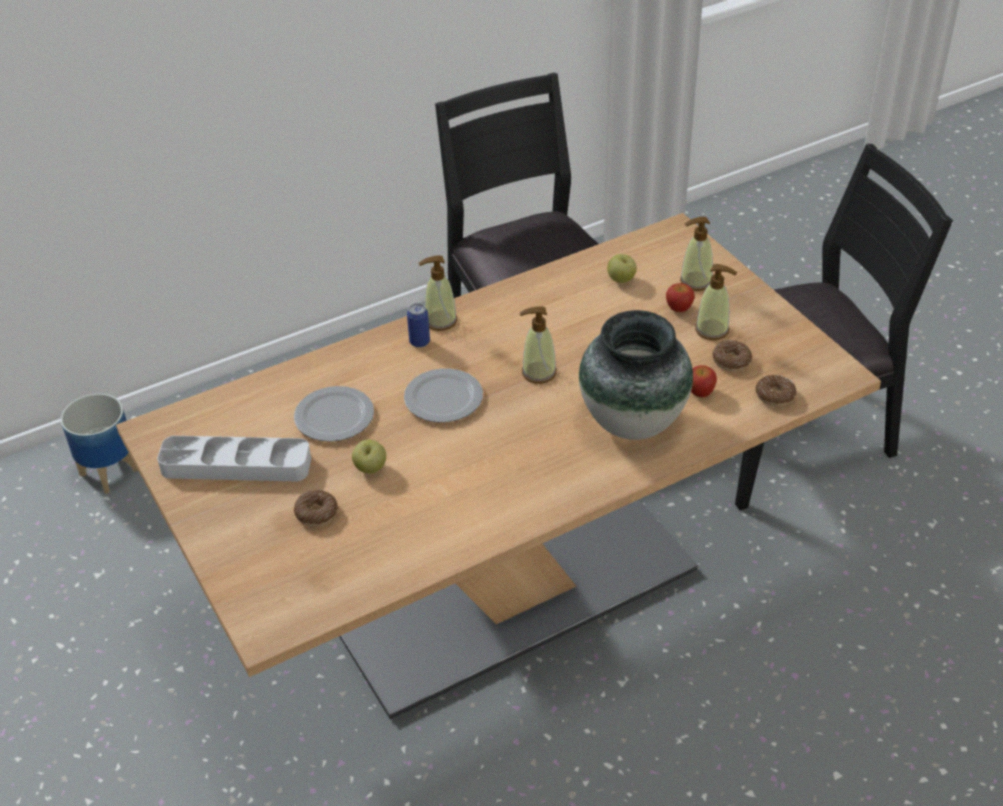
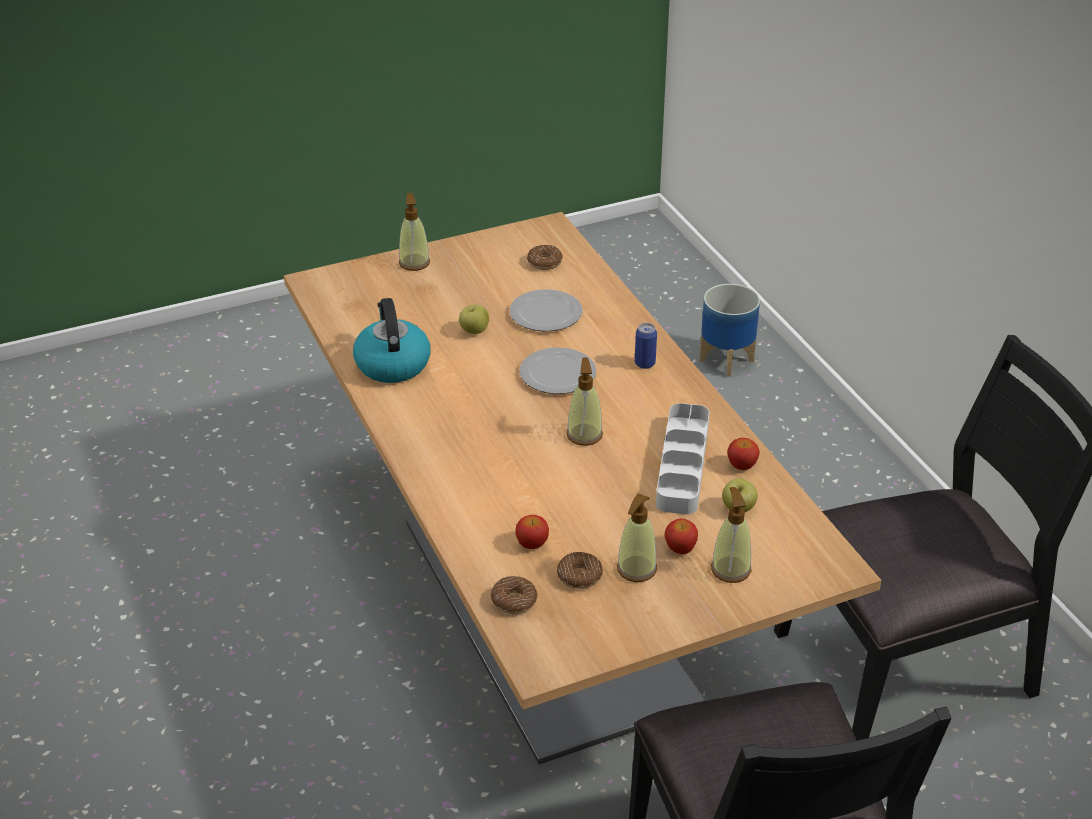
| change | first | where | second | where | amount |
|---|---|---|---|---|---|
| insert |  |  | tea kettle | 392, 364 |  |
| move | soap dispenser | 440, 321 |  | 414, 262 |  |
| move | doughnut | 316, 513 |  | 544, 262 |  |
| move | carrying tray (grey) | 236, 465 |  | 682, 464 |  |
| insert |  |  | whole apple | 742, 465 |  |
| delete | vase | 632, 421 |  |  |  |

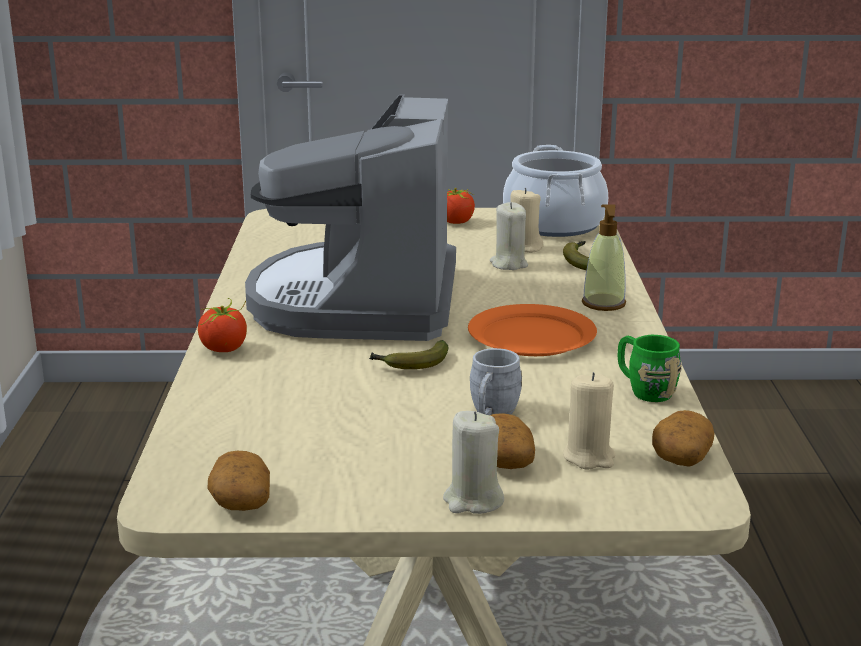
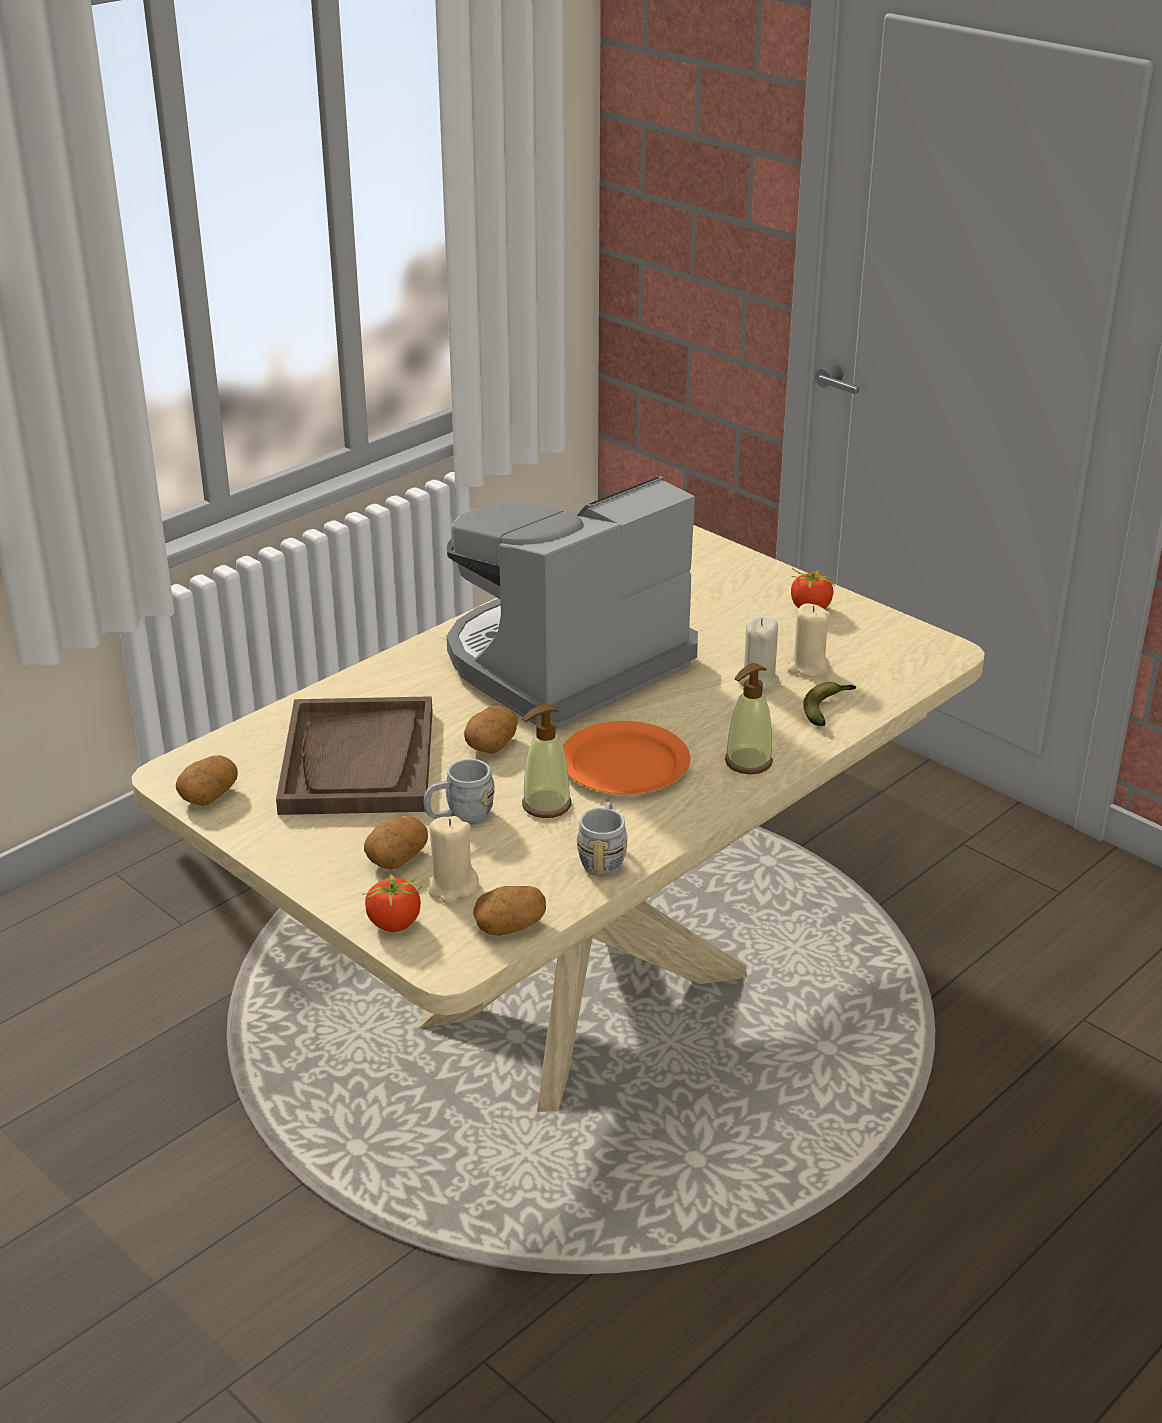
| change | first | where | second | where | amount |
|---|---|---|---|---|---|
| insert |  |  | carrying tray (brown-coloured) | 358, 761 |  |
| move | fresh tomato | 224, 349 |  | 394, 923 |  |
| replace | banana | 411, 364 | spud | 491, 743 |  |
| insert |  |  | soap dispenser | 546, 805 |  |
| recolor | mug (green) | 644, 389 | mug (grey) | 604, 858 |  |
| delete | wax light (sand-coloured) | 473, 501 |  |  |  |
| delete | saucepot | 554, 224 |  |  |  |

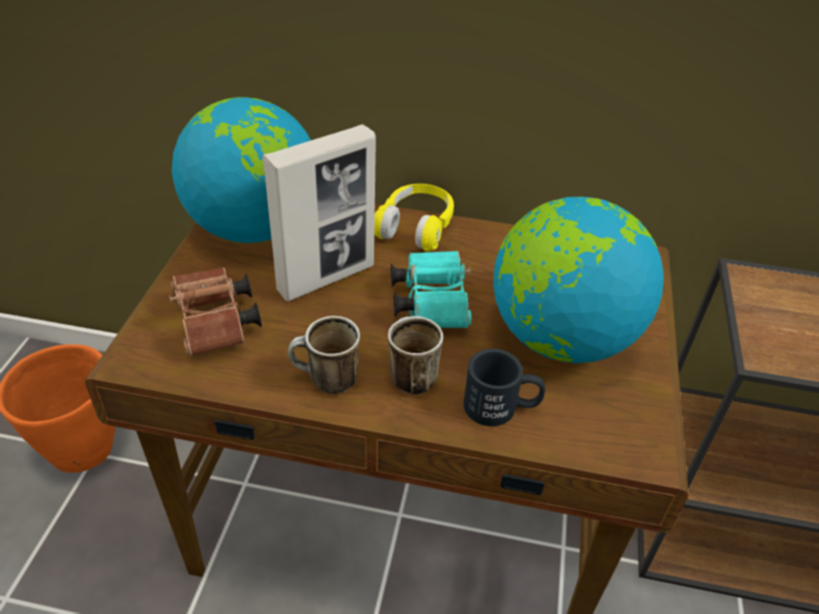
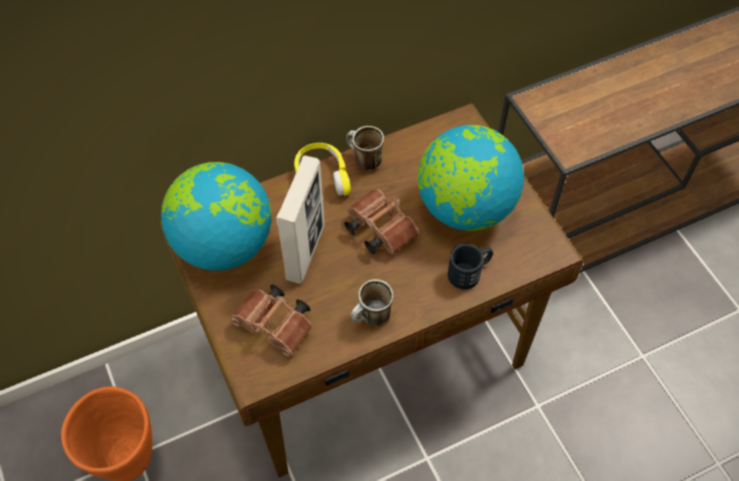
| change | first | where | second | where | amount |
|---|---|---|---|---|---|
| recolor | pair of binoculars (blue-green) | 430, 301 | pair of binoculars (brown-coloured) | 378, 229 |  |
| move | mug | 408, 375 |  | 363, 160 |  |

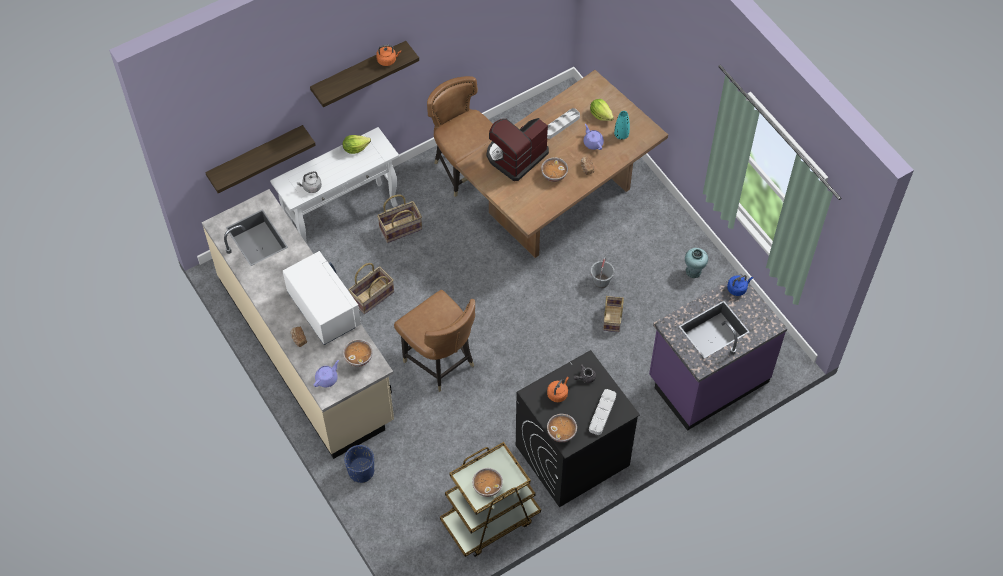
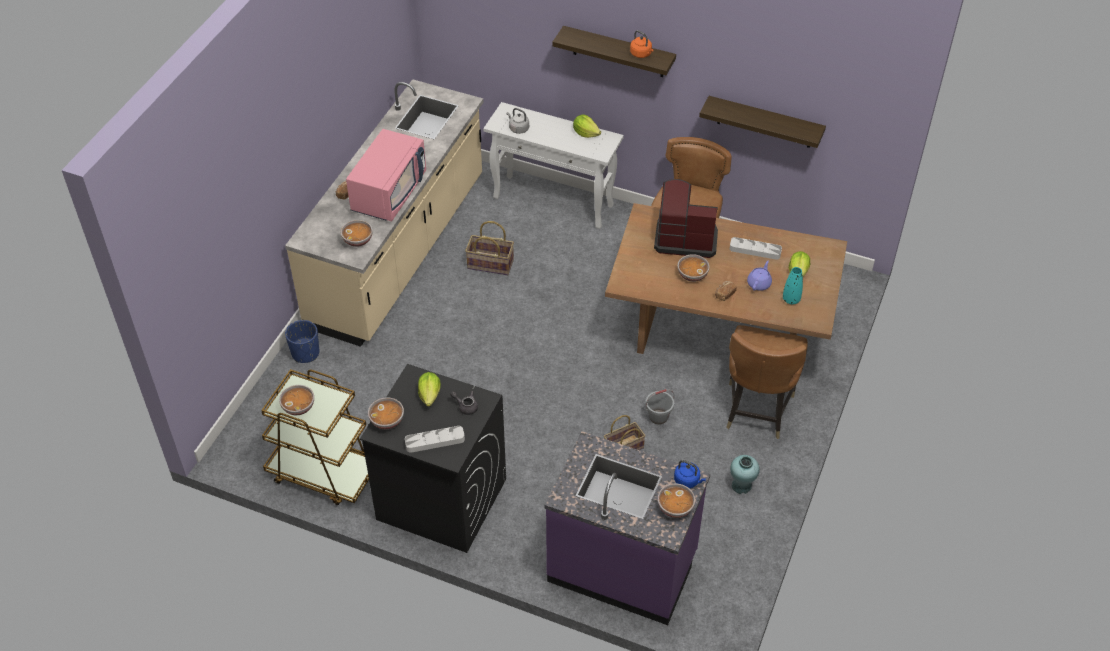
| change | first | where | second | where | amount |
|---|---|---|---|---|---|
| recolor | microwave oven (white-coloured) | 323, 309 | microwave oven (pink) | 389, 193 |  |
| replace | tea kettle (orange-coloured) | 558, 393 | lettuce | 430, 395 |  |
| insert |  |  | serving bowl | 675, 508 |  |
| move | shelf | 256, 156 |  | 764, 122 |  |
| move | chair (brown-coloured) | 440, 361 |  | 756, 410 |  |
| delete | pot for tea (purple-coloured) | 327, 378 |  |  |  |
| delete | household basket | 400, 228 |  |  |  |

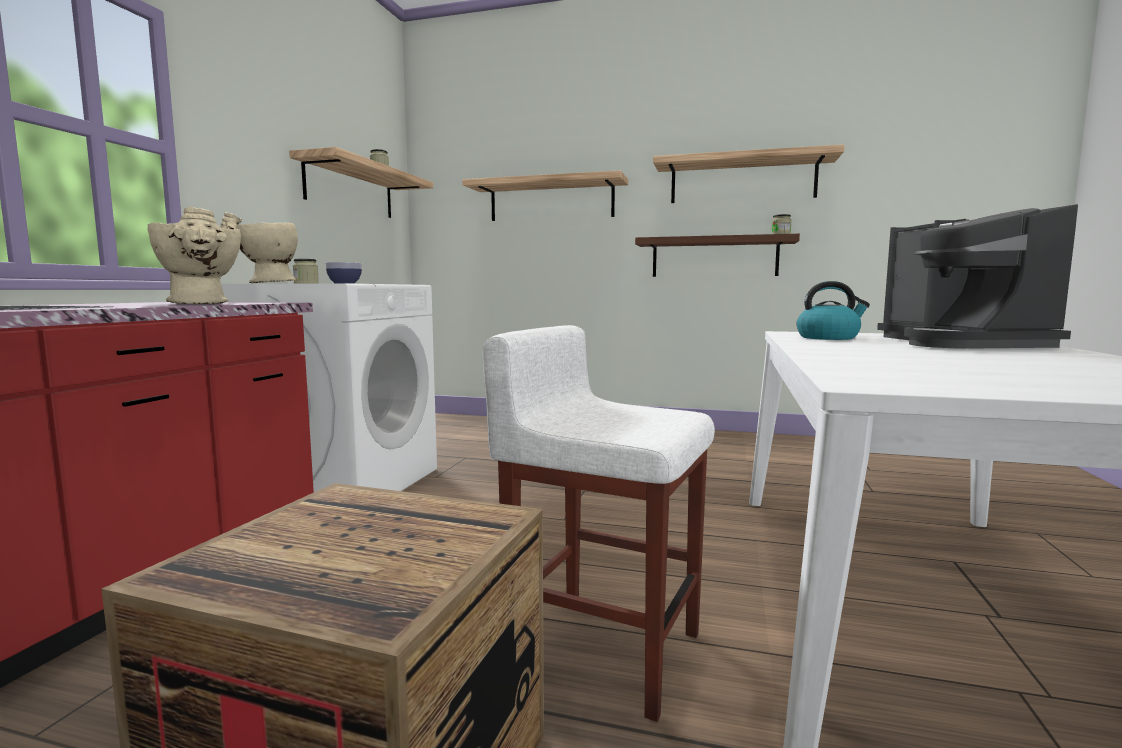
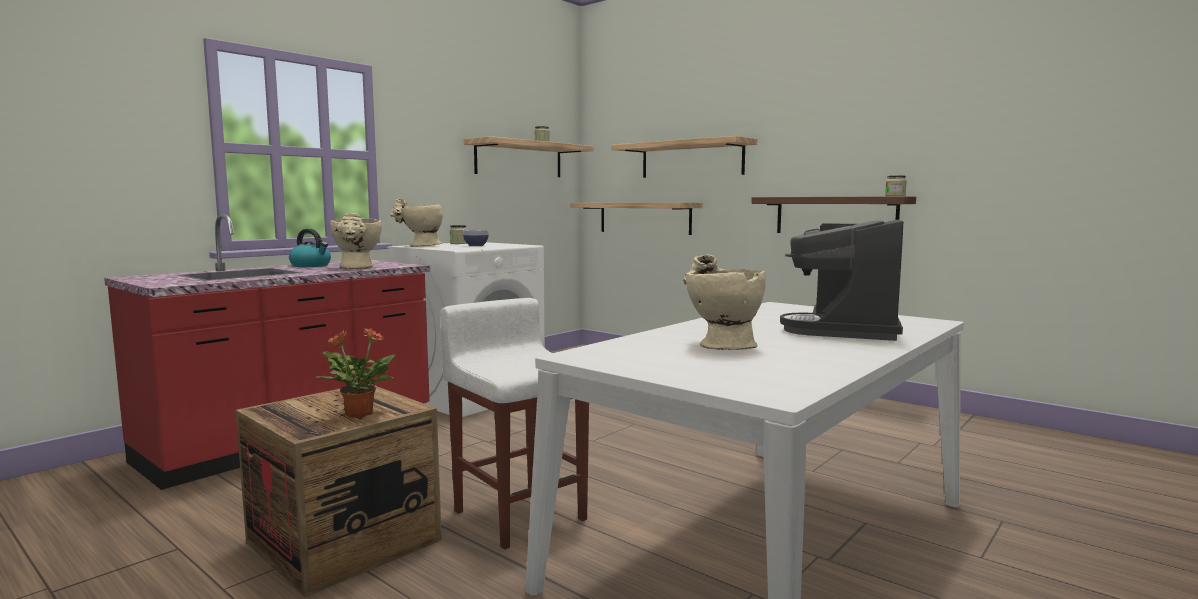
| change | first | where | second | where | amount |
|---|---|---|---|---|---|
| move | tea kettle | 828, 338 |  | 311, 266 |  |
| insert |  |  | potted plant | 358, 414 |  |
| move | shelf | 742, 180 |  | 644, 218 |  |
| insert |  |  | vase (sand-coloured) | 719, 346 |  |

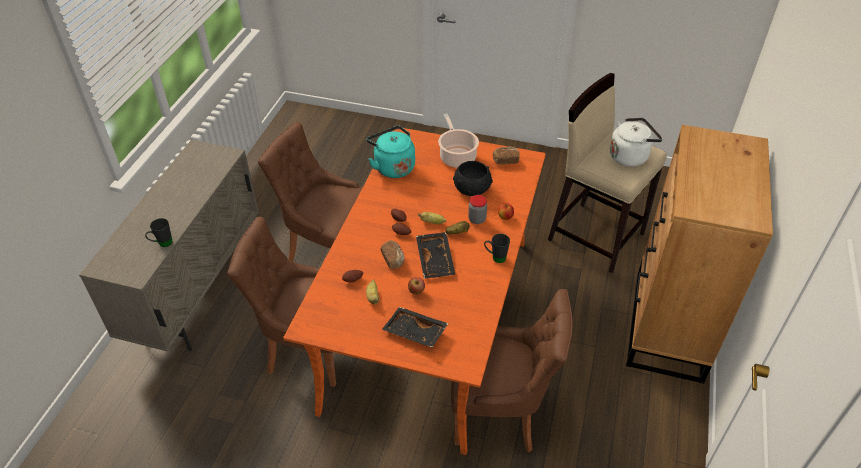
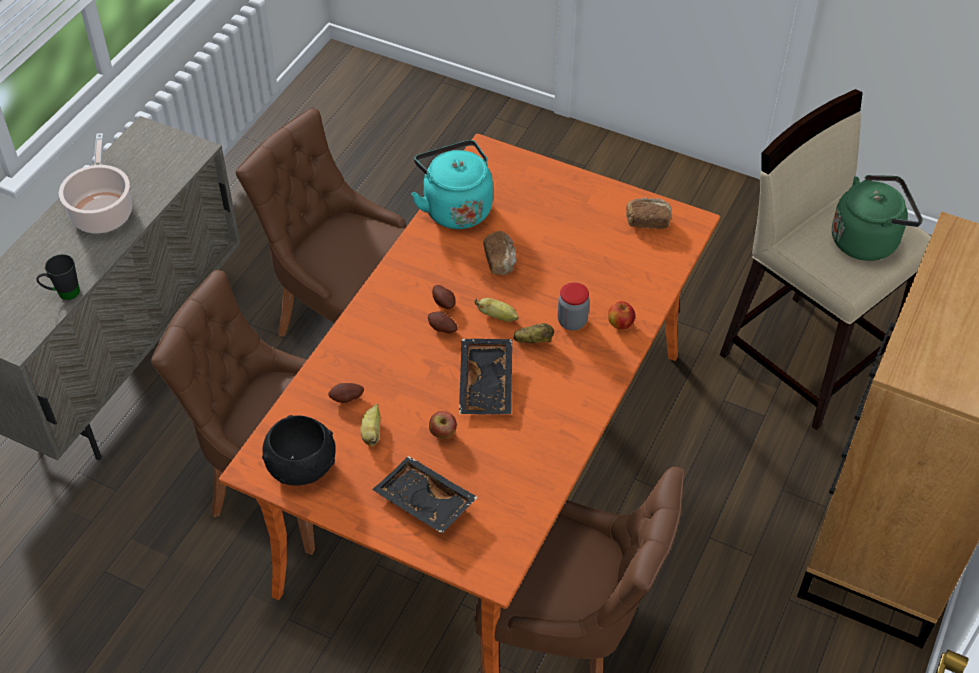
| change | first | where | second | where | amount |
|---|---|---|---|---|---|
| move | saucepot | 457, 156 |  | 102, 211 |  |
| move | serving bowl (blackish) | 472, 189 |  | 302, 467 |  |
| move | baked bread | 393, 259 |  | 500, 261 |  |
| recolor | tea kettle (white-coloured) | 630, 156 | tea kettle (green) | 868, 240 |  |
| delete | mug (blackish) | 495, 257 |  |  |  |

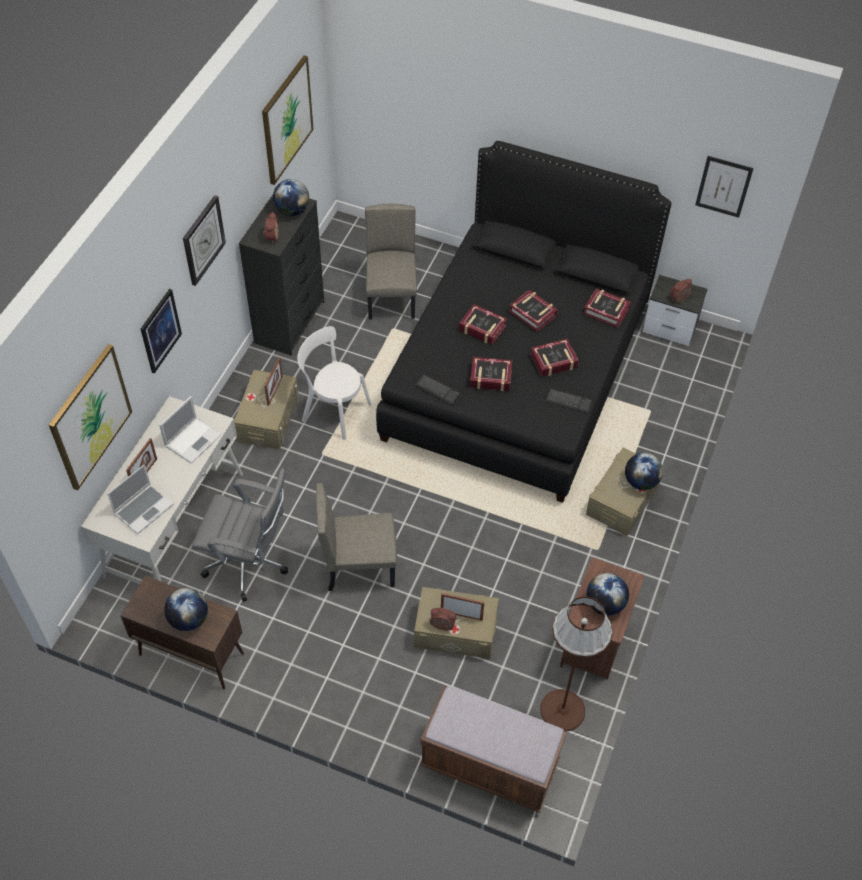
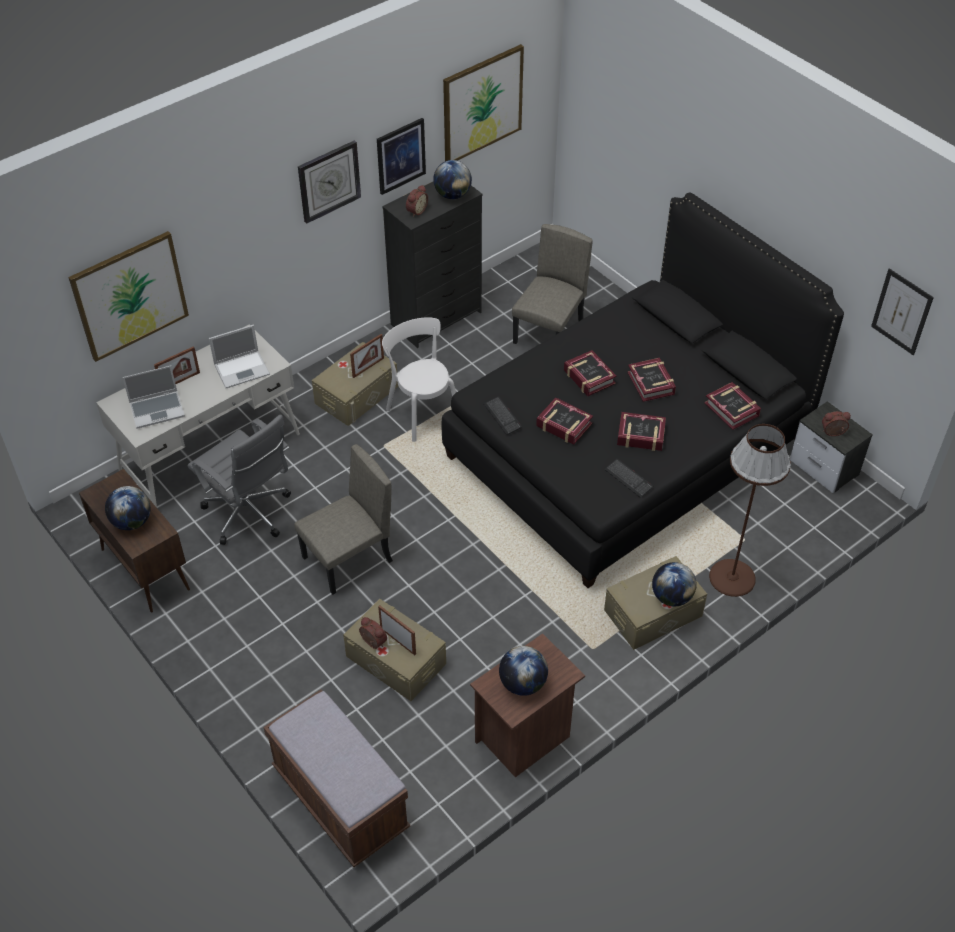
| change | first | where | second | where | amount |
|---|---|---|---|---|---|
| rotate | chair (sand-coloured) | 359, 565 |  | 348, 560 | 120 degrees clockwise |
| move | wall art | 160, 331 |  | 401, 156 |  |
| move | standard lamp (brown-coloured) | 562, 710 |  | 732, 577 |  |

